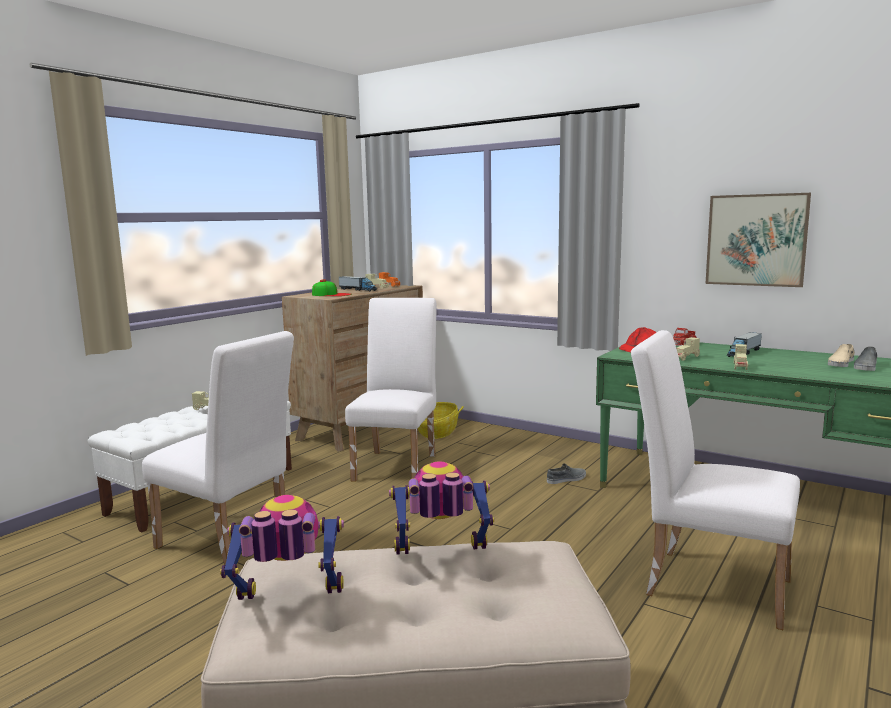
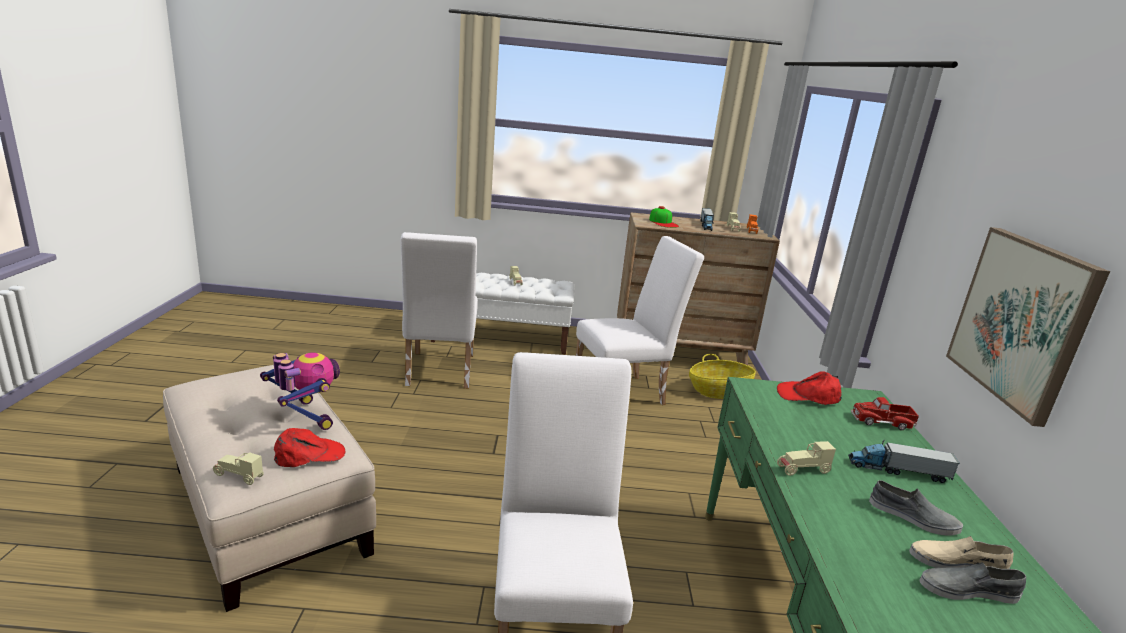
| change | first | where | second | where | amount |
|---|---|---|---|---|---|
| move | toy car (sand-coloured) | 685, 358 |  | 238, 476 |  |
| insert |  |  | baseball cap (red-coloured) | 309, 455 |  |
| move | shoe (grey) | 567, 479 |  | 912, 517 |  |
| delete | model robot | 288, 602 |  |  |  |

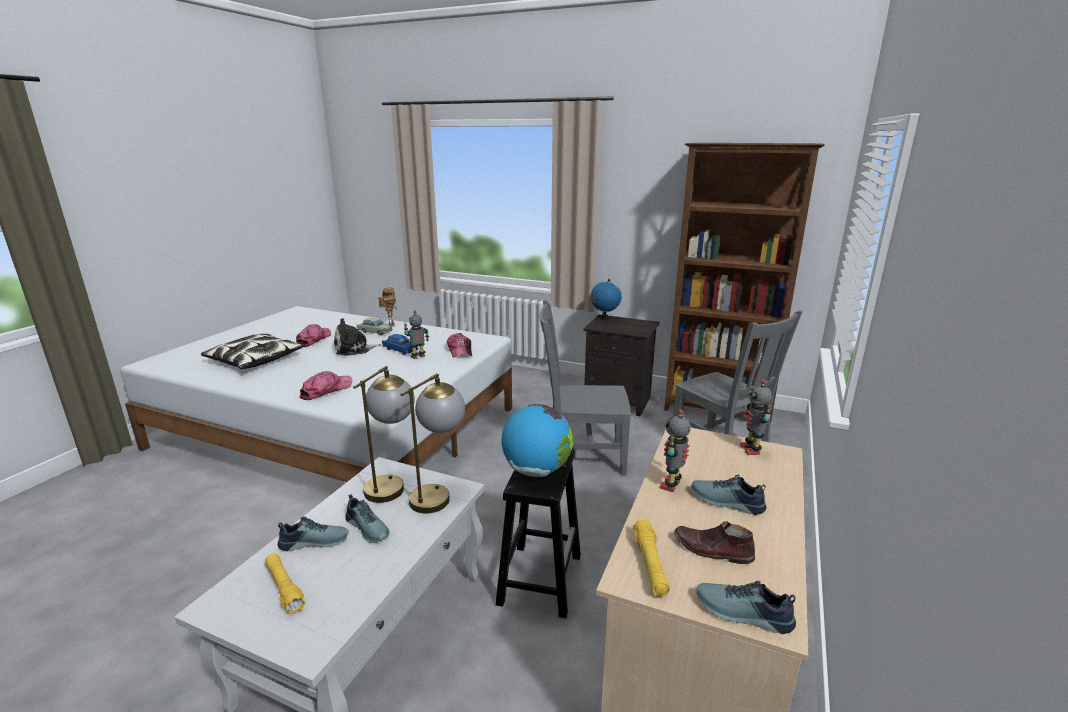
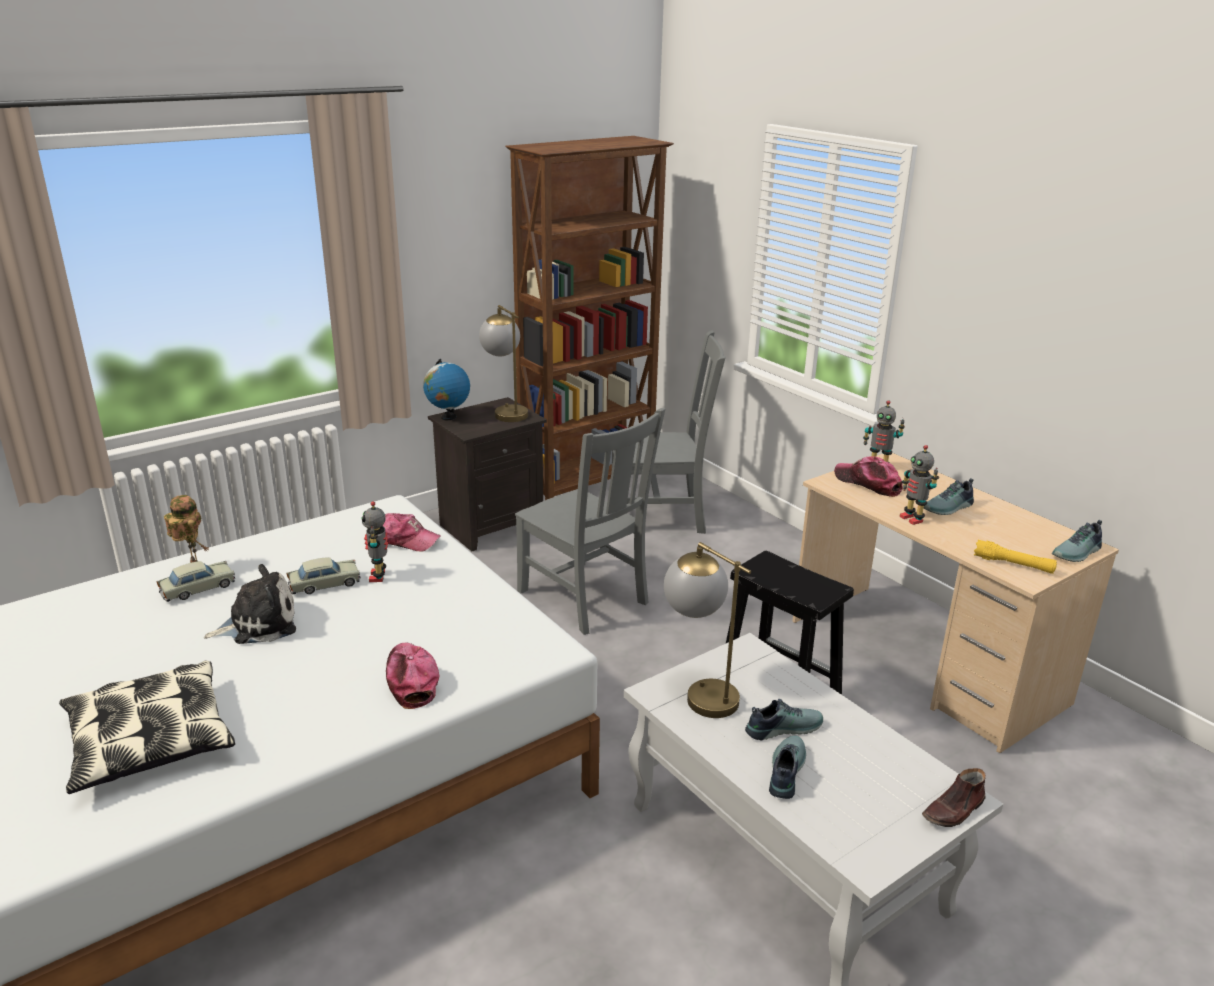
| change | first | where | second | where | amount |
|---|---|---|---|---|---|
| rotate | plush toy | 354, 349 |  | 259, 624 | 120 degrees counterclockwise |
| recolor | toy car (bluish) | 400, 349 | toy car (sand-coloured) | 324, 584 |  |
| move | tabletop lamp | 438, 493 |  | 505, 411 |  |
| rotate | chair (grey) | 581, 456 |  | 585, 599 | 75 degrees counterclockwise |
| move | baseball cap | 313, 340 |  | 868, 483 |  |
| move | shoe (brown-coloured) | 712, 550 |  | 954, 810 |  |
| delete | flashlight (yellowish) | 284, 588 |  |  |  |
| delete | world globe | 536, 471 |  |  |  |

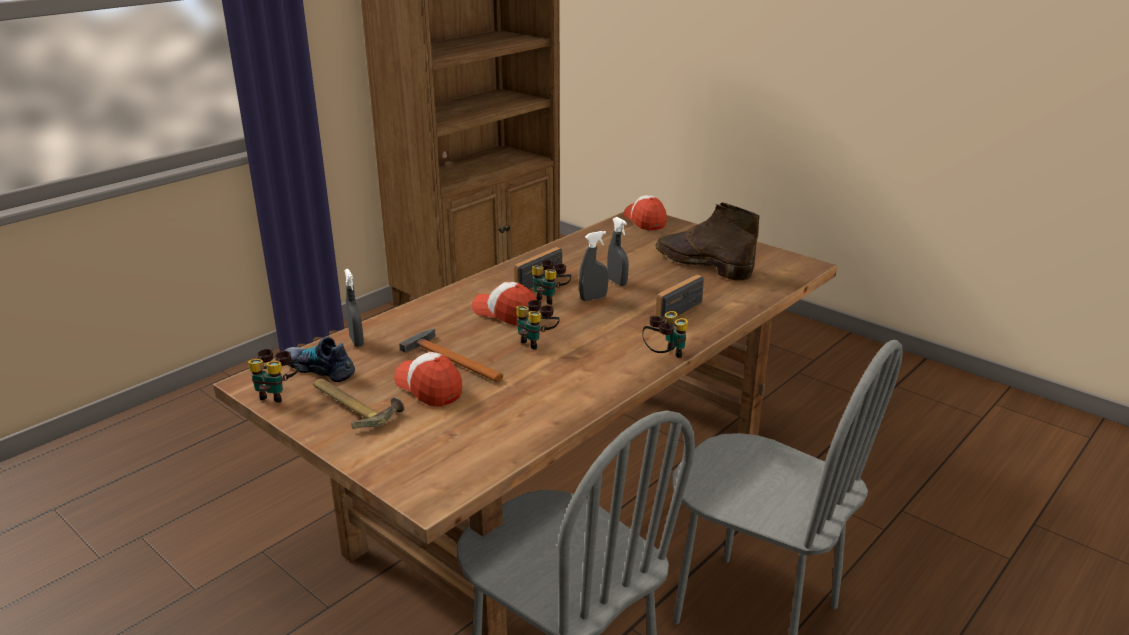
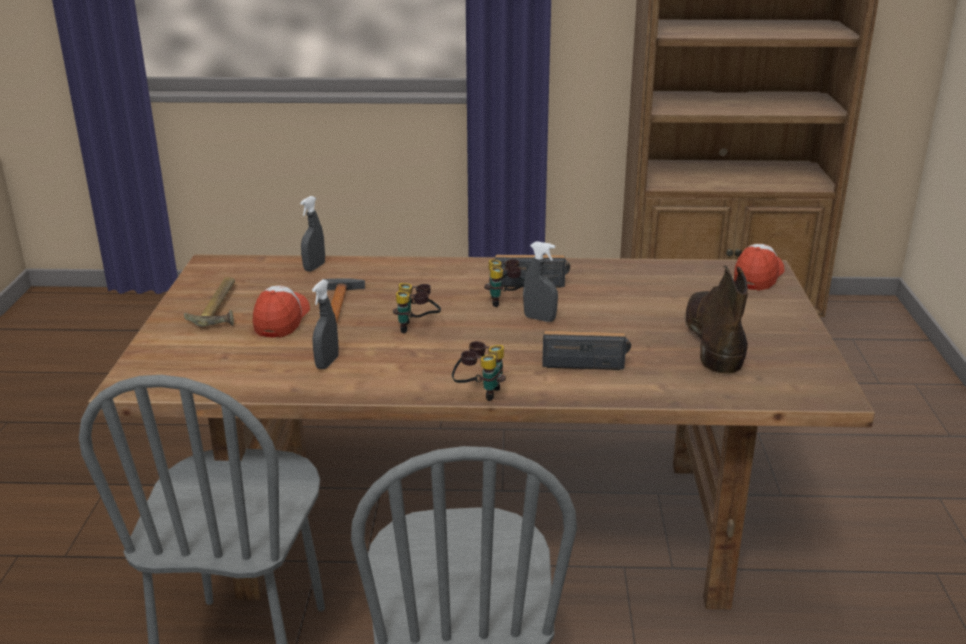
| change | first | where | second | where | amount |
|---|---|---|---|---|---|
| move | sprayer (grey) | 617, 282 |  | 327, 363 |  |
| delete | pair of binoculars | 277, 394 |  |  |  |
| delete | shoe | 320, 368 |  |  |  |
| delete | baseball cap | 505, 313 |  |  |  |

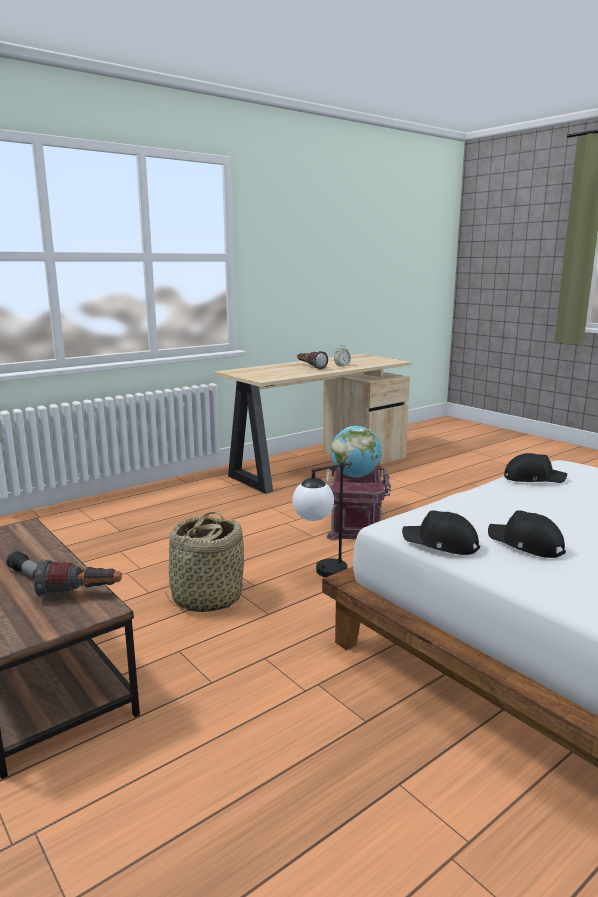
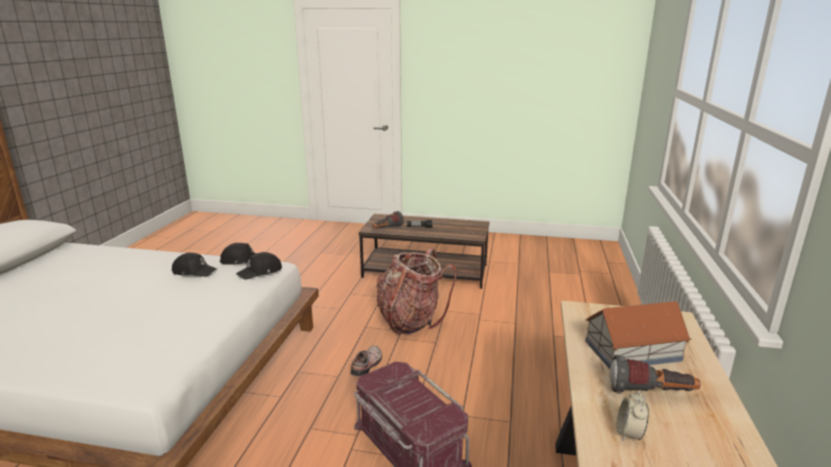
| change | first | where | second | where | amount |
|---|---|---|---|---|---|
| move | baseball cap (blackish) | 533, 478 |  | 260, 272 |  |
| replace | tabletop lamp | 320, 574 | shoe | 368, 364 |  |
| replace | household basket | 206, 598 | backpack | 410, 320 |  |
| insert |  |  | model house | 631, 350 |  |
| delete | world globe | 355, 476 |  |  |  |

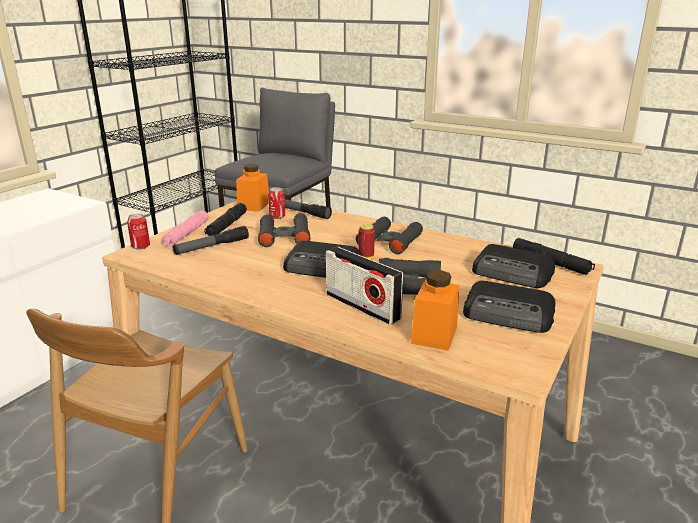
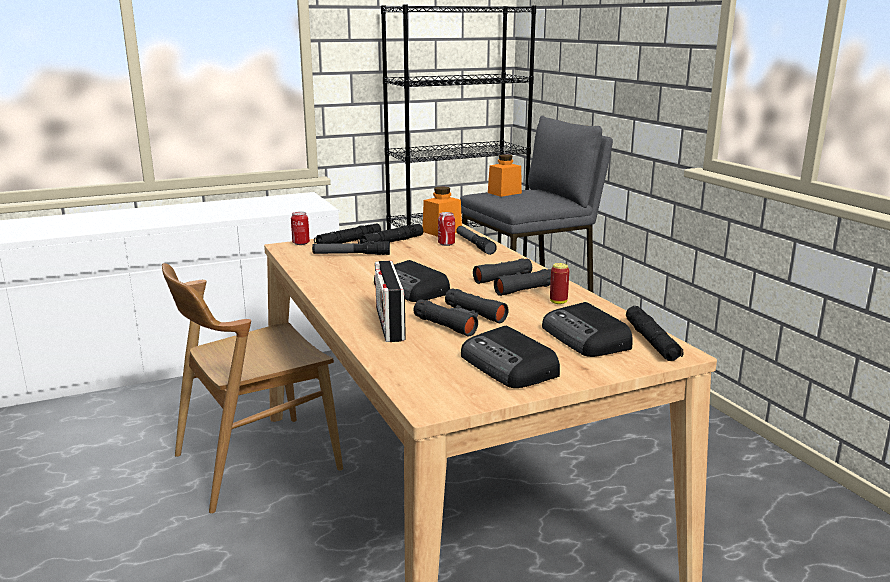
| change | first | where | second | where | amount |
|---|---|---|---|---|---|
| recolor | flashlight (pink) | 186, 234 | flashlight (blackish) | 348, 242 |  |
| move | storage jar (orange-coloured) | 434, 334 |  | 504, 193 |  |
| move | sealed can | 366, 257 |  | 558, 302 |  |
| delete | pair of binoculars (blackish) | 284, 236 |  |  |  |

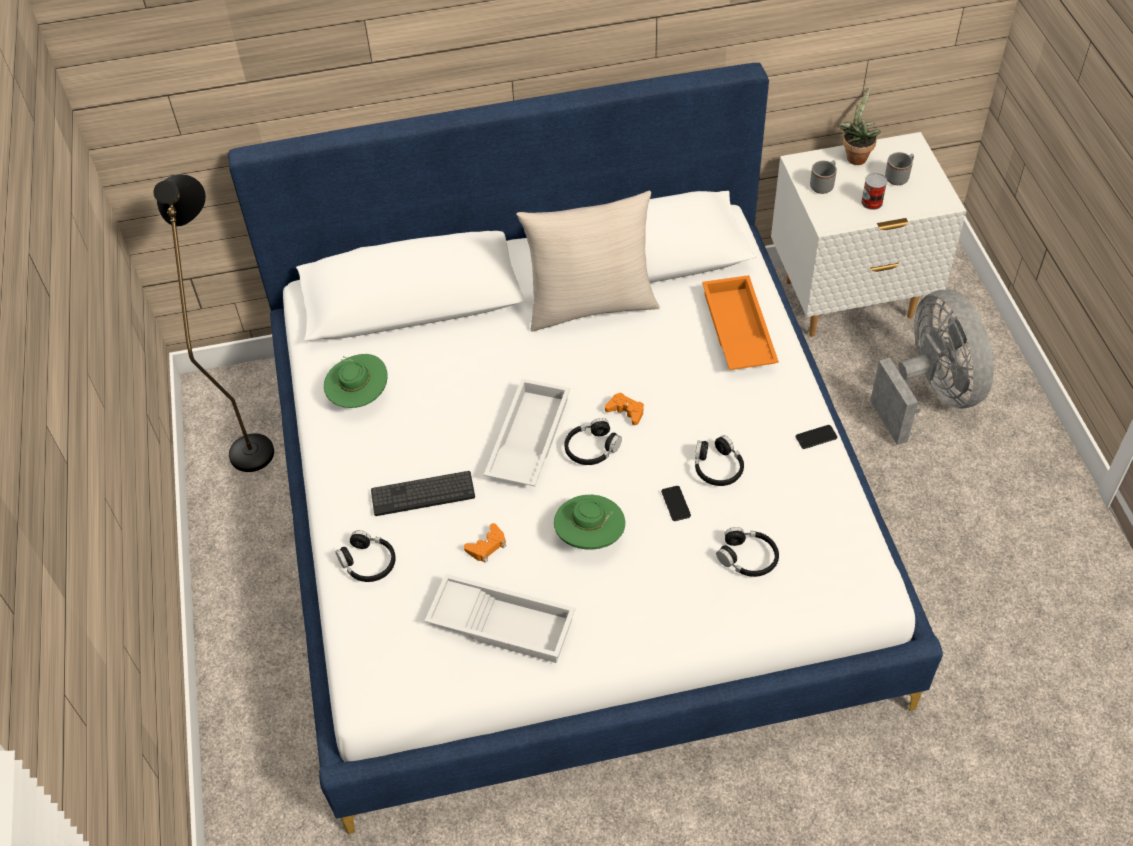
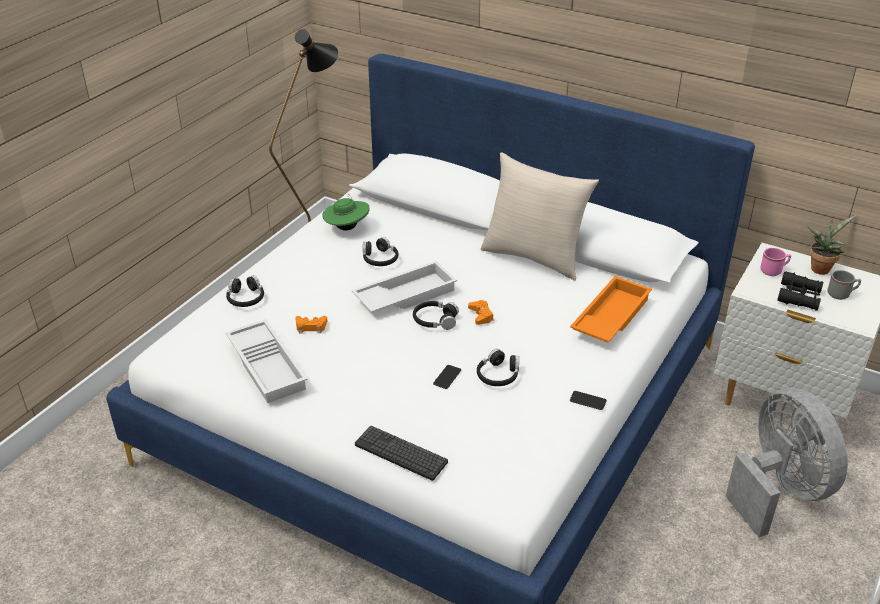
| change | first | where | second | where | amount |
|---|---|---|---|---|---|
| move | PC keyboard | 423, 494 |  | 400, 453 |  |
| move | headphones (blackish) | 748, 558 |  | 379, 259 |  |
| rotate | cooling fan (grey) | 929, 395 |  | 778, 490 | 45 degrees counterclockwise |
| recolor | mug (grey) | 823, 184 | mug (pink) | 774, 271 |  |
| replace | sealed can | 871, 202 | pair of binoculars (blackish) | 799, 297 |  |
| delete | hat (green) | 590, 537 |  |  |  |

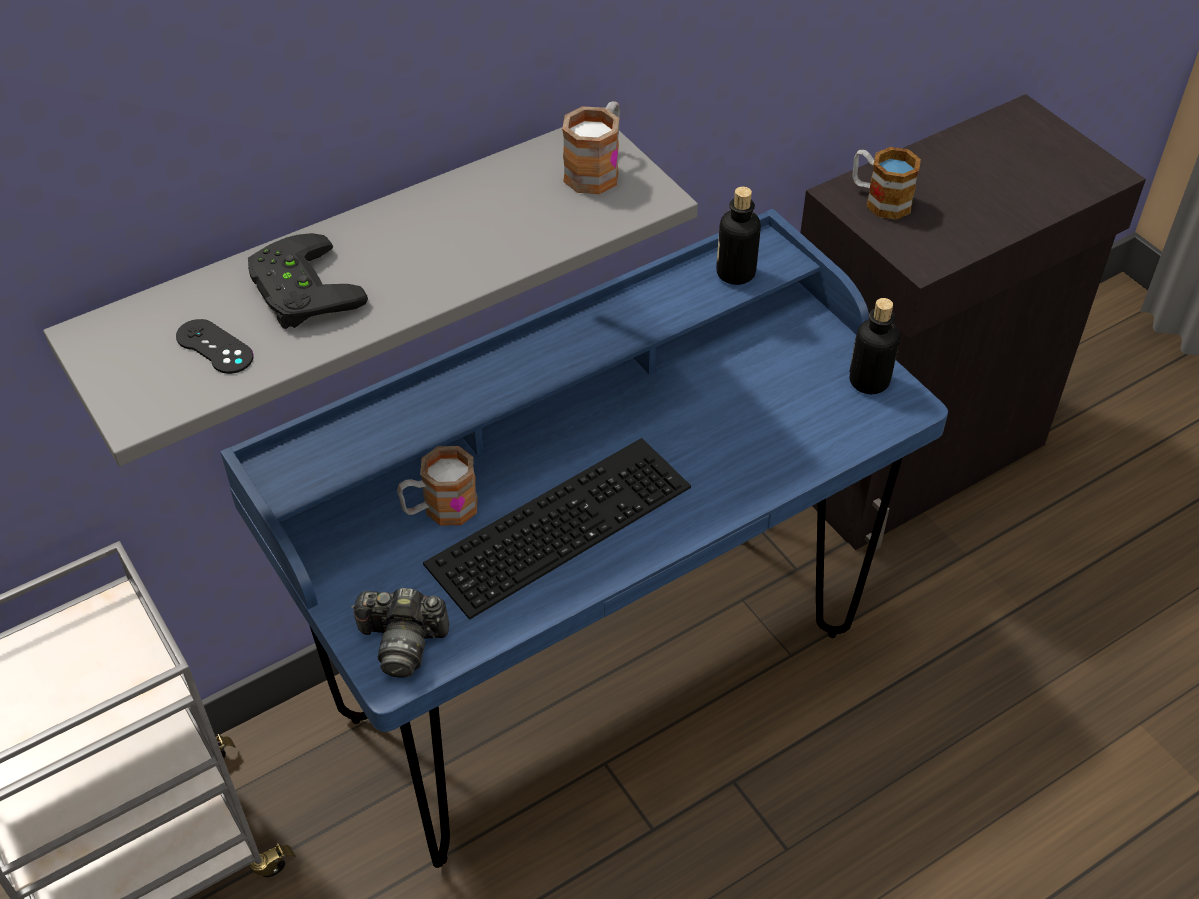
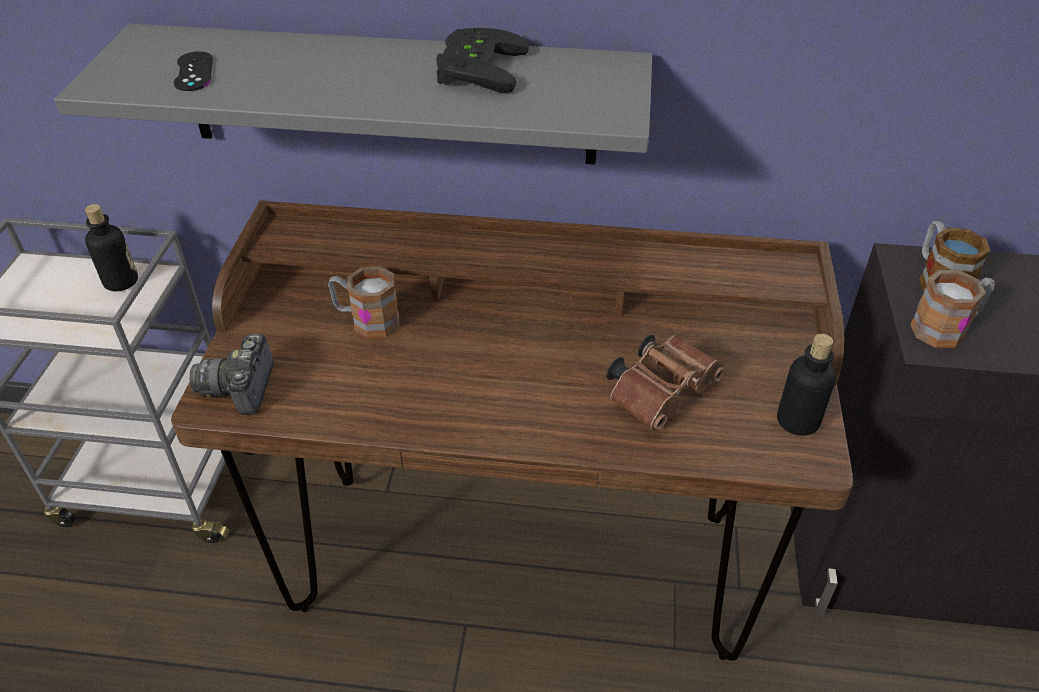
| change | first | where | second | where | amount |
|---|---|---|---|---|---|
| move | bottle | 735, 273 |  | 121, 281 |  |
| recolor | desk unit (bluish) | 597, 674 | desk unit (brown-coloured) | 519, 560 |  |
| rotate | still camera | 402, 642 |  | 241, 388 | 45 degrees clockwise |
| move | game controller (blackish) | 297, 291 |  | 475, 68 |  |
| insert |  |  | pair of binoculars (brown-coloured) | 663, 392 |  |
| move | mug | 597, 169 |  | 946, 327 |  |
| delete | PC keyboard | 559, 520 |  |  |  |

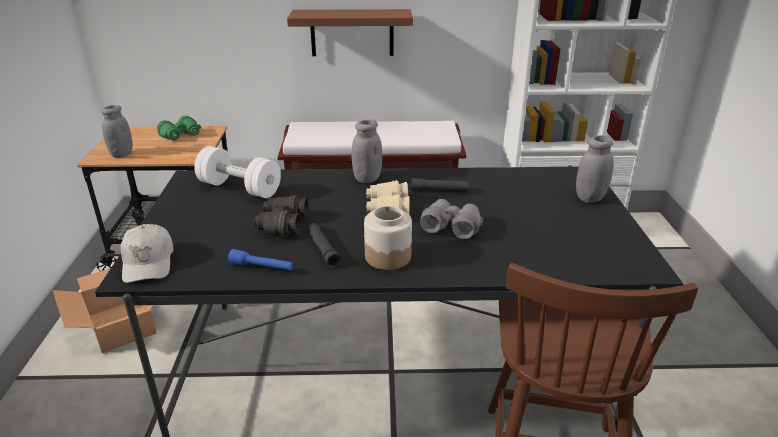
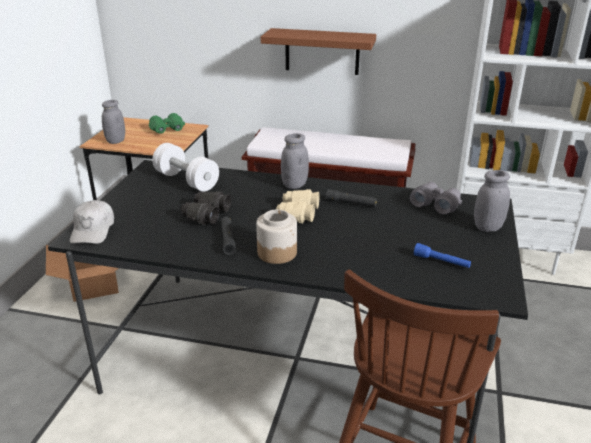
| change | first | where | second | where | amount |
|---|---|---|---|---|---|
| move | pair of binoculars (grey) | 451, 226 |  | 435, 204 |  |
| move | flashlight (bluish) | 262, 267 |  | 441, 262 |  |

